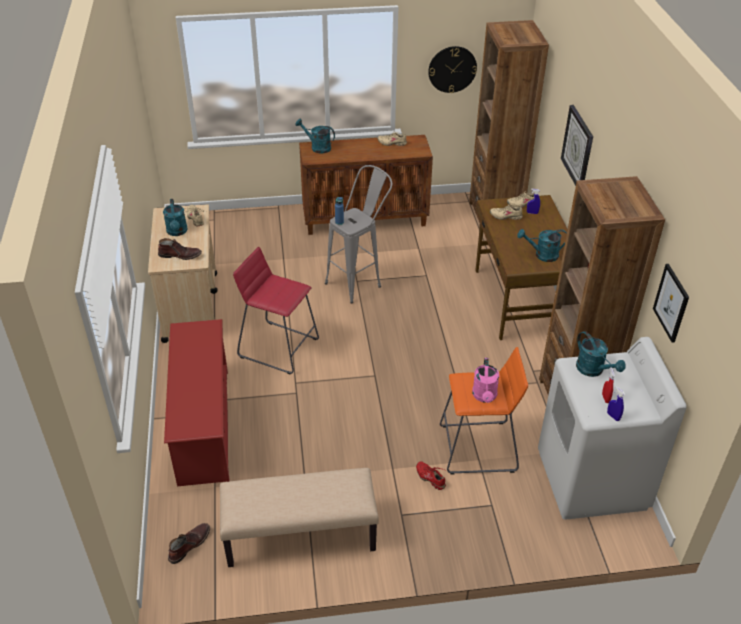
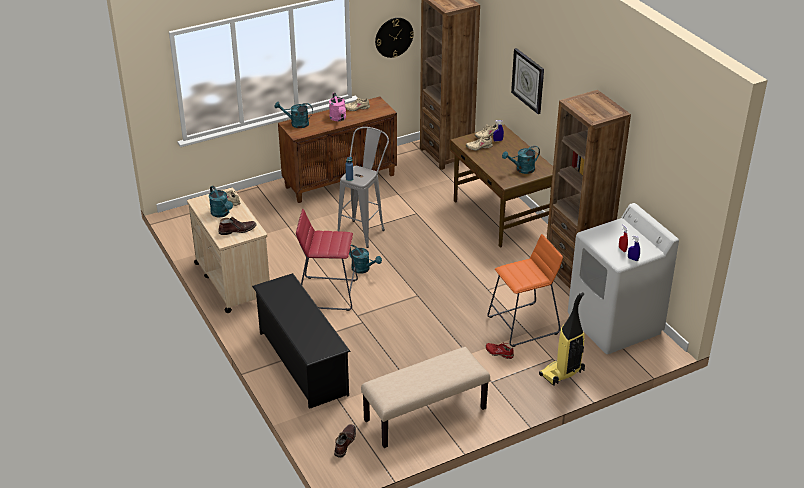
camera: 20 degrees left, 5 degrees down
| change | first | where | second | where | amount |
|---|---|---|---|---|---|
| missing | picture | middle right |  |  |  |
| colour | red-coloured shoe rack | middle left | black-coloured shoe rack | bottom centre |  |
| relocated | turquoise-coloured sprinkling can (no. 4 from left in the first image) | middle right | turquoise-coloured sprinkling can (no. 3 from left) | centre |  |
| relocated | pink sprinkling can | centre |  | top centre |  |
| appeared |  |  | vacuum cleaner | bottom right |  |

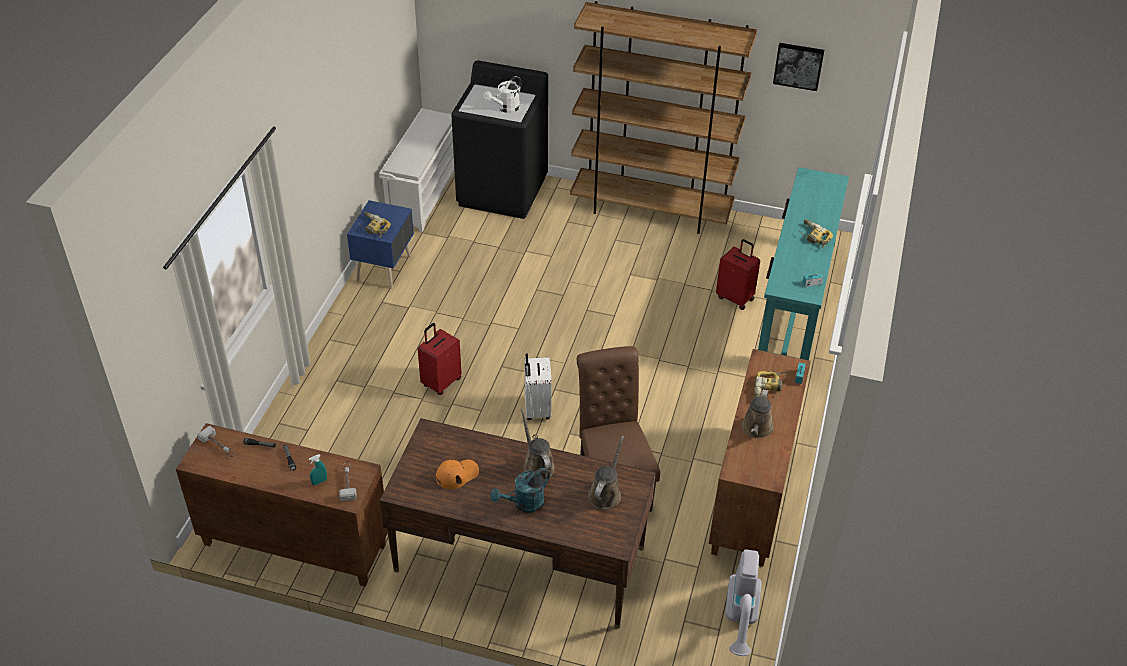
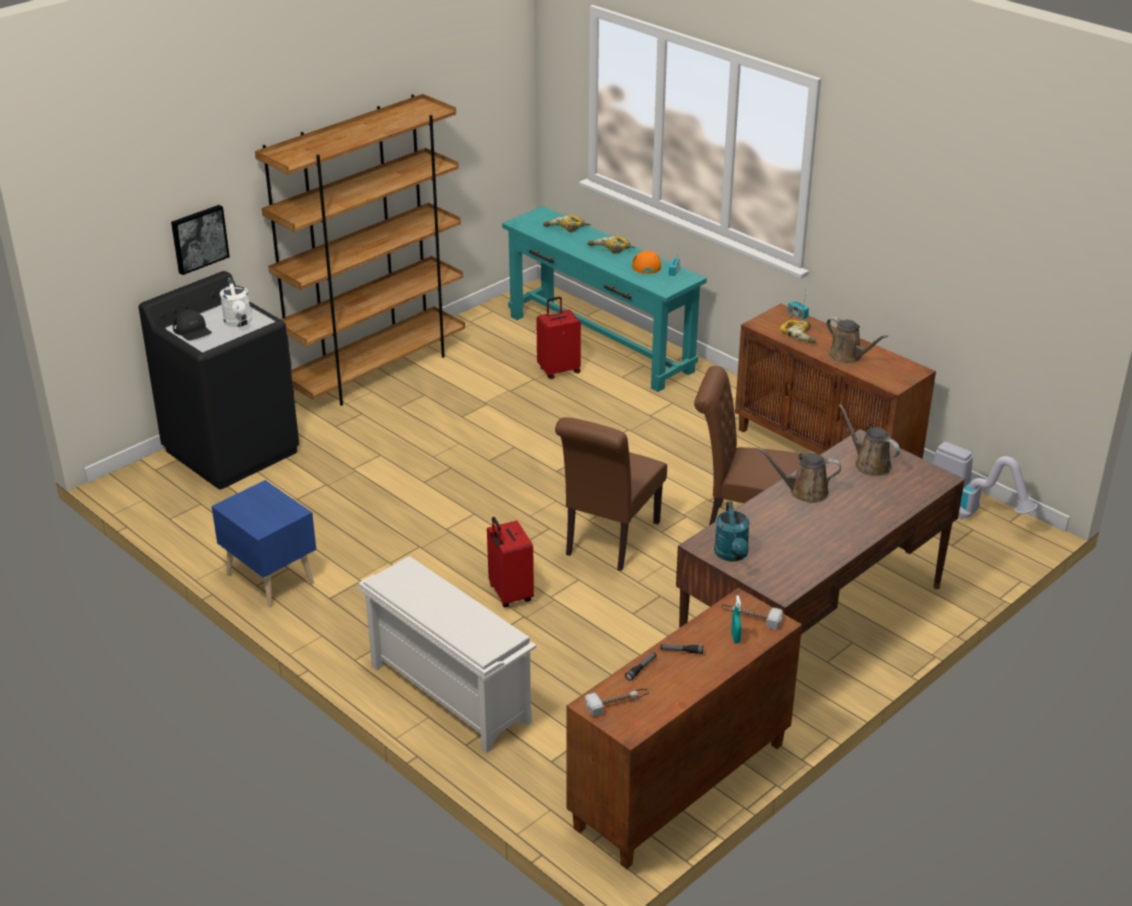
camera: 60 degrees left, 10 degrees down
| change | first | where | second | where | amount |
|---|---|---|---|---|---|
| relocated | picture | top right |  | top left |  |
| relocated | white-coloured shoe rack | top centre |  | bottom centre |  |
| relocated | electric drill (no. 1 from left) | middle left |  | top centre |  |
| exchanged | white-coloured piece of luggage | centre | brownish upright chair (no. 1 from left) | centre |  |
| relocated | orange baseball cap | bottom centre |  | top centre |  |
| relocated | turquoise-coloured sprinkling can | bottom centre |  | centre |  |
| appeared |  |  | black-coloured baseball cap | middle left |  |

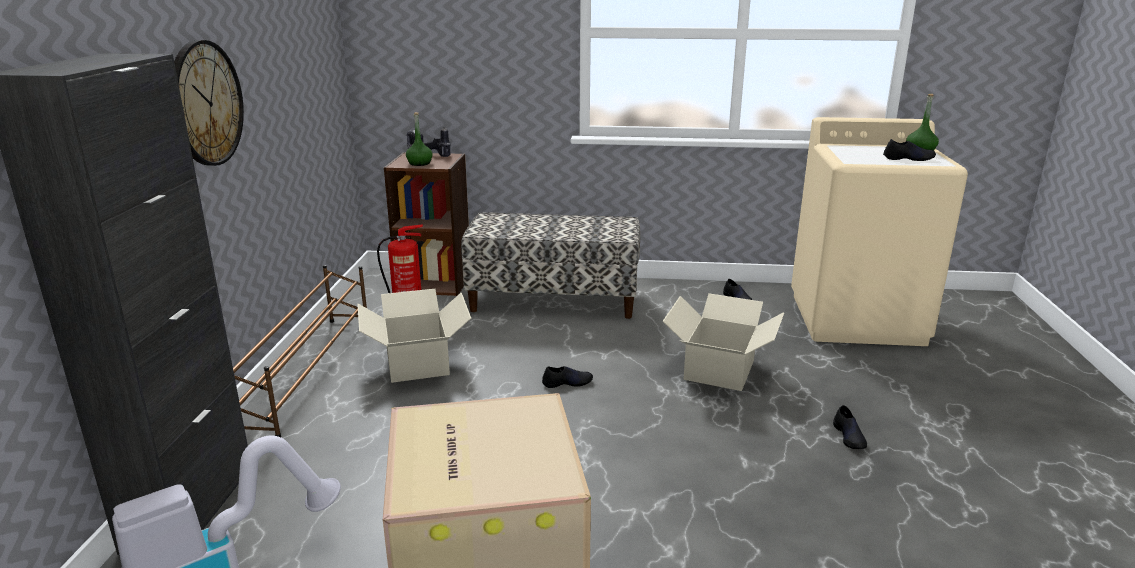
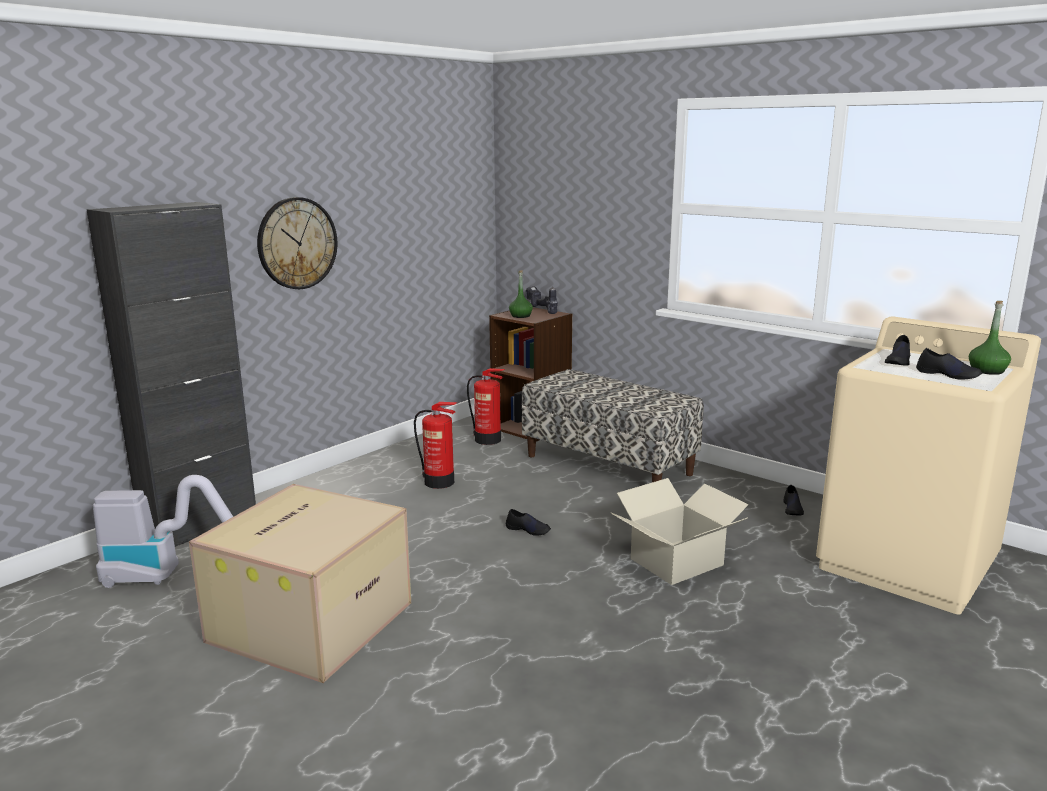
camera: 35 degrees right, 5 degrees down
| change | first | where | second | where | amount |
|---|---|---|---|---|---|
| missing | brownish shoe rack | middle left |  |  |  |
| exchanged | packing box (no. 1 from left) | centre | fire-fighting cylinder (no. 1 from left) | centre |  |
| relocated | black-coloured item of footwear (no. 3 from left) | bottom right |  | middle right |  |

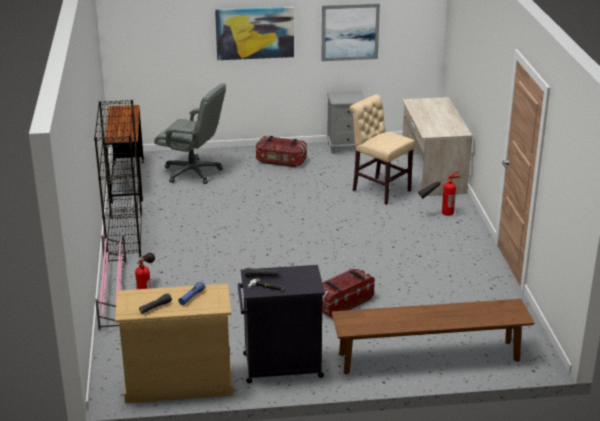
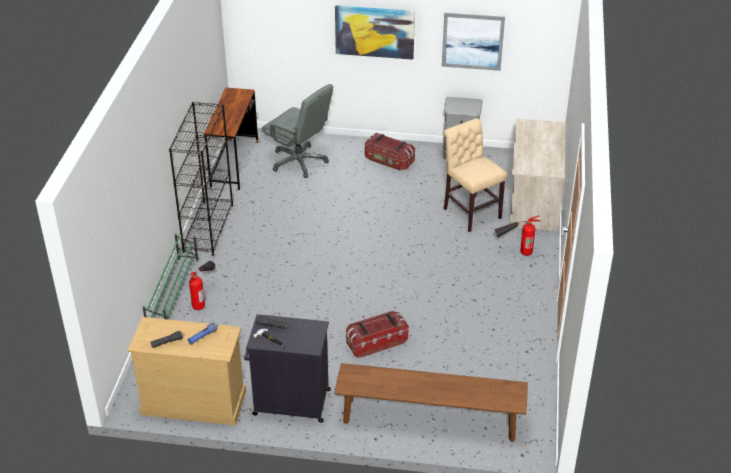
camera: 15 degrees right, 10 degrees up
| change | first | where | second | where | amount |
|---|---|---|---|---|---|
| colour | pink shoe rack | bottom left | greenish shoe rack | middle left |  |

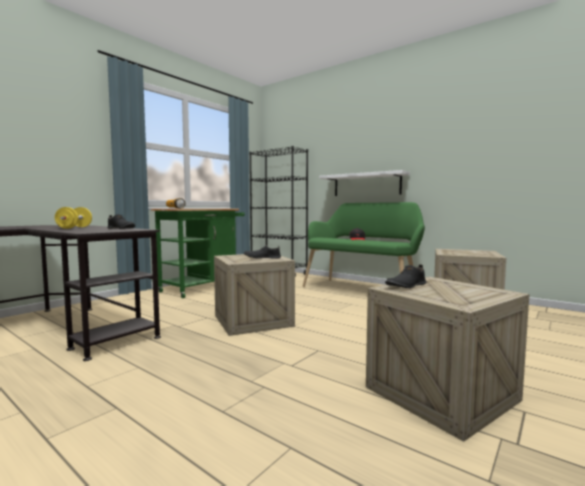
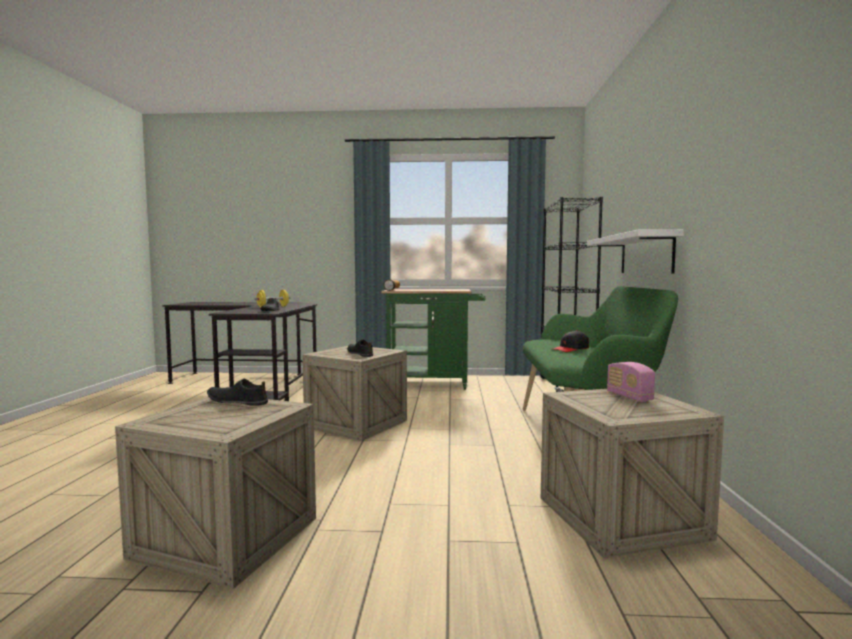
camera: 55 degrees right, 0 degrees up
| change | first | where | second | where | amount |
|---|---|---|---|---|---|
| appeared |  |  | radio set | middle right |  |

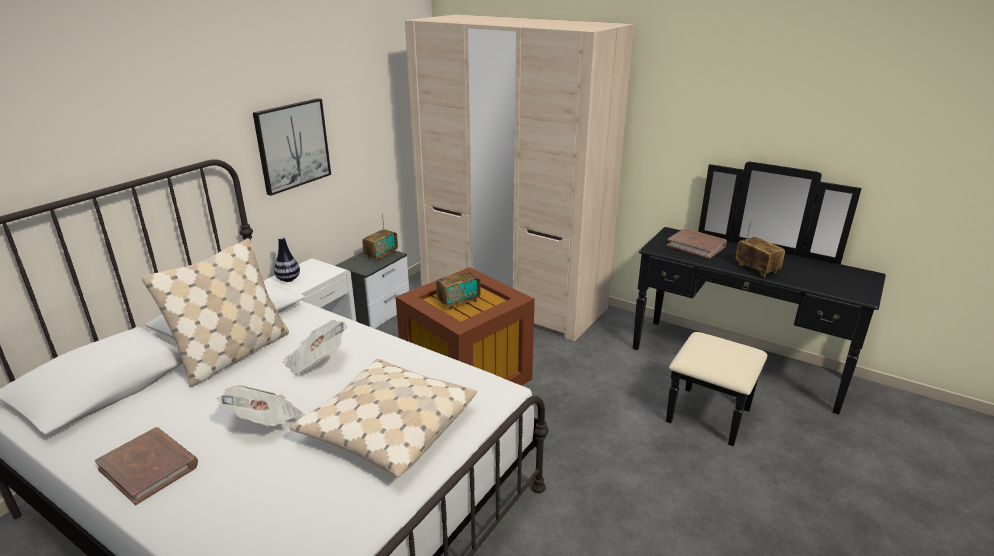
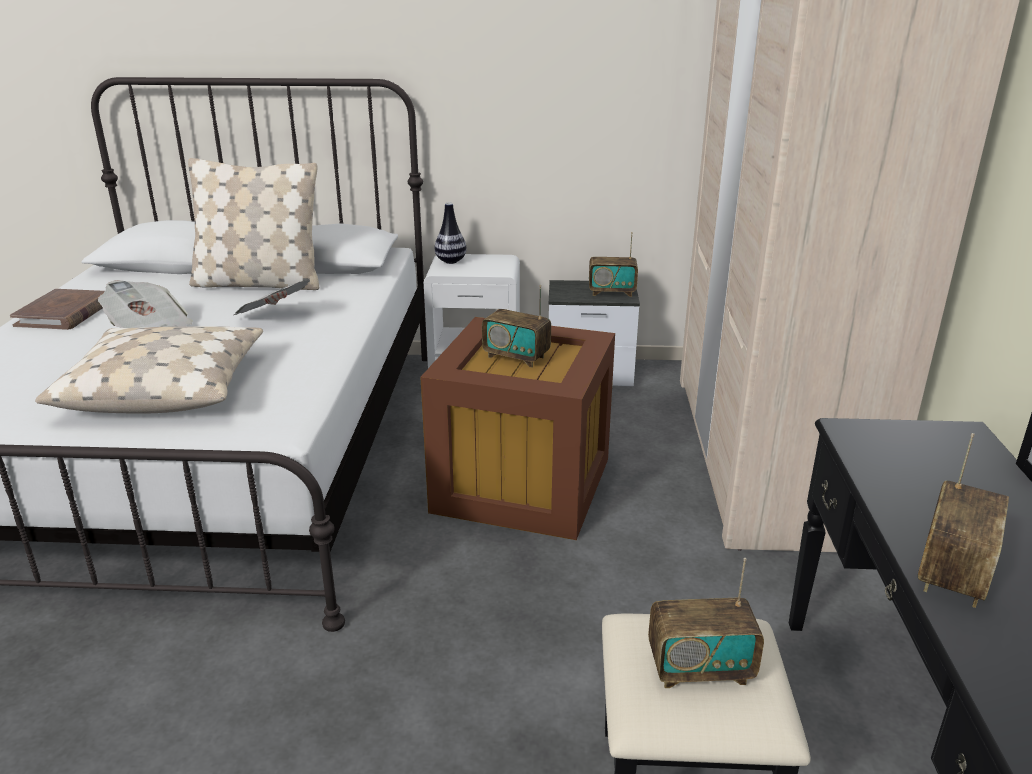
camera: 60 degrees right, 0 degrees up
| change | first | where | second | where | amount |
|---|---|---|---|---|---|
| missing | picture | top left |  |  |  |
| missing | brownish volume (no. 2 from left) | middle right |  |  |  |
| appeared |  |  | radio set (no. 3 from left) | bottom right |  |

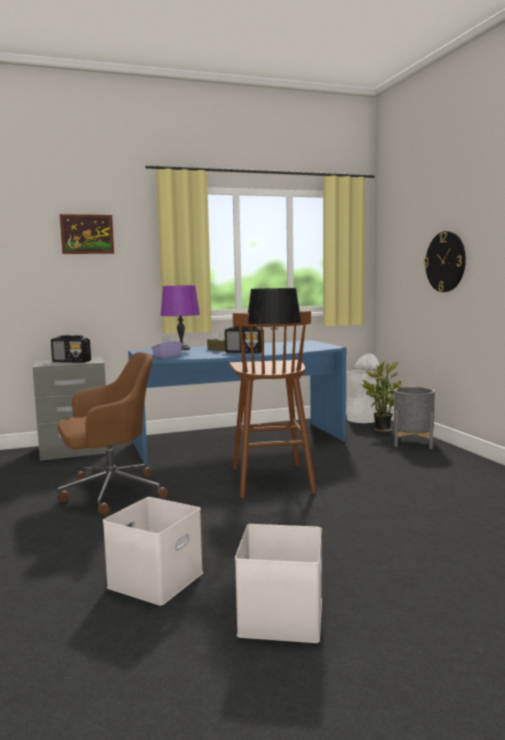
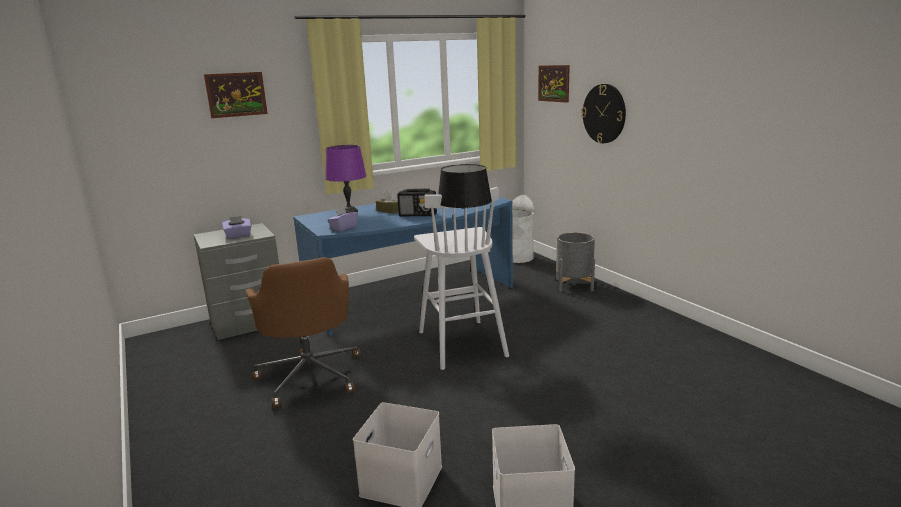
camera: 10 degrees left, 10 degrees up
| change | first | where | second | where | amount |
|---|---|---|---|---|---|
| colour | brownish sitting stool | centre | white-coloured sitting stool | centre |  |
| exchanged | radio set (no. 1 from left) | middle left | purplish box of tissues (no. 1 from left) | middle left |  |
| spun | brownish computer chair | middle left |  | centre | 105 degrees clockwise |
| missing | houseplant | middle right |  |  |  |
| appeared |  |  | picture (no. 2 from left) | top centre |  |

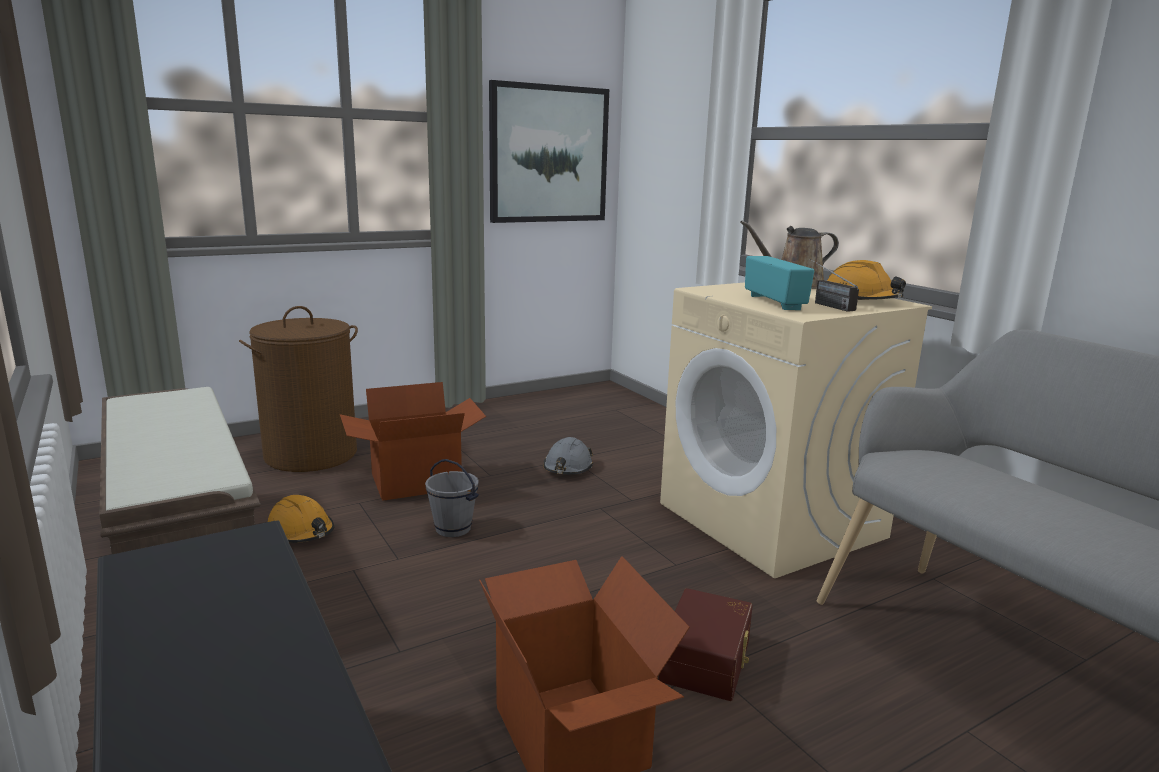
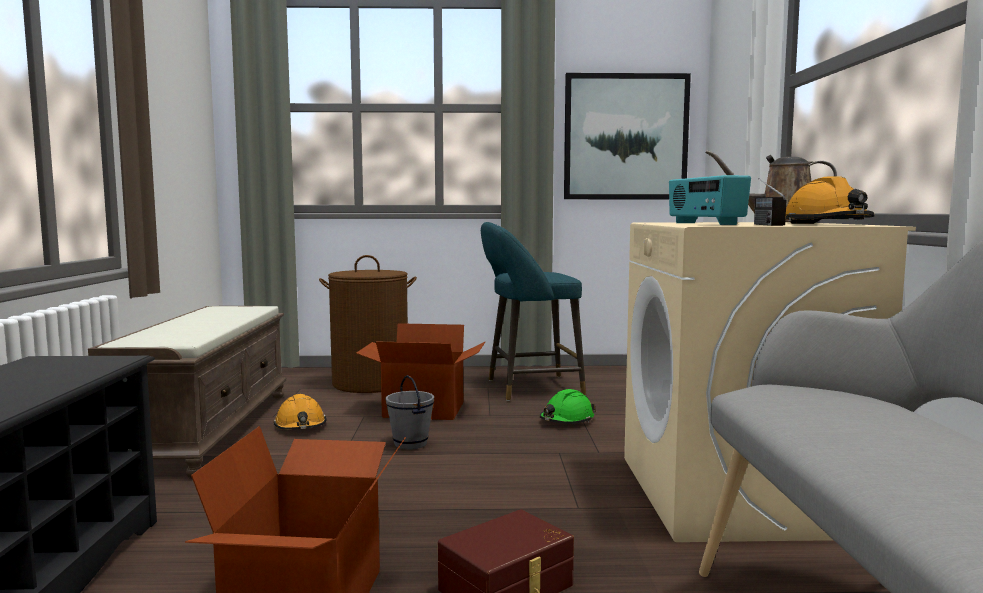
camera: 30 degrees right, 10 degrees down
| change | first | where | second | where | amount |
|---|---|---|---|---|---|
| spun | radio set (no. 1 from left) | middle right |  | middle right | 150 degrees clockwise |
| colour | greyish hard hat | centre | greenish hard hat | bottom centre |  |
| appeared |  |  | turquoise-coloured sitting stool | centre |  |

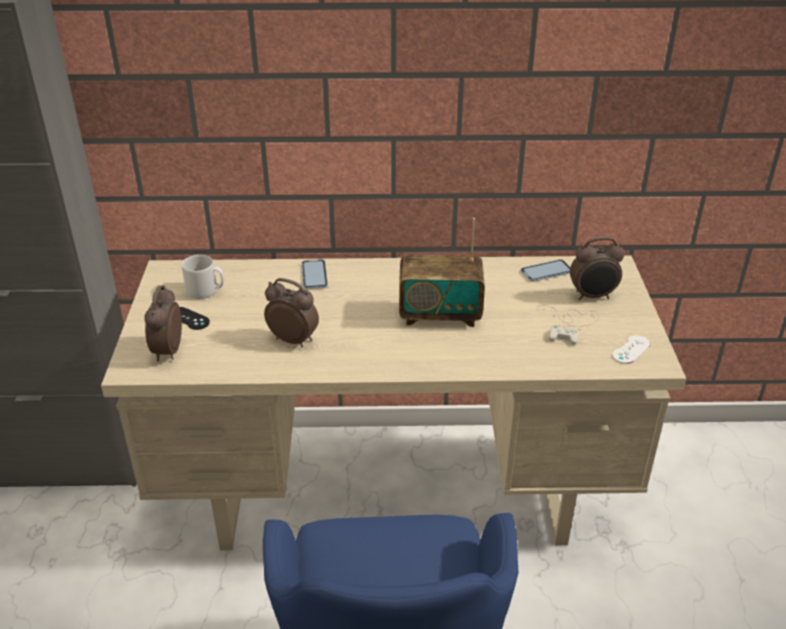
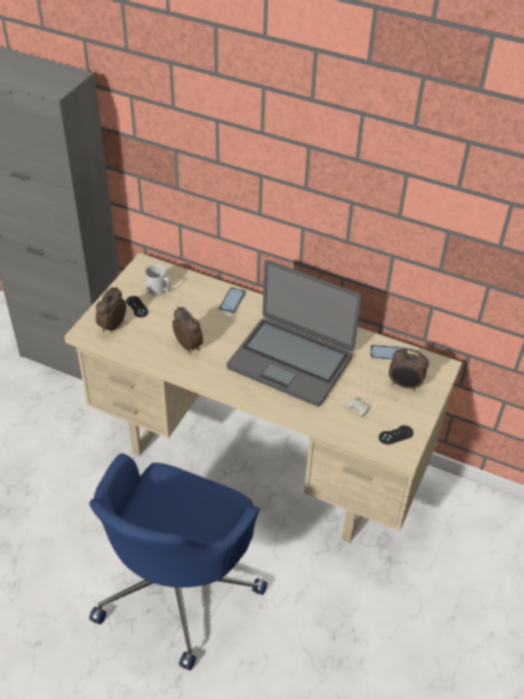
camera: 25 degrees right, 10 degrees up
| change | first | where | second | where | amount |
|---|---|---|---|---|---|
| exchanged | radio set | centre | laptop | centre |  |
| colour | white-coloured gamepad (no. 2 from left) | middle right | black-coloured gamepad (no. 2 from left) | middle right |  |

